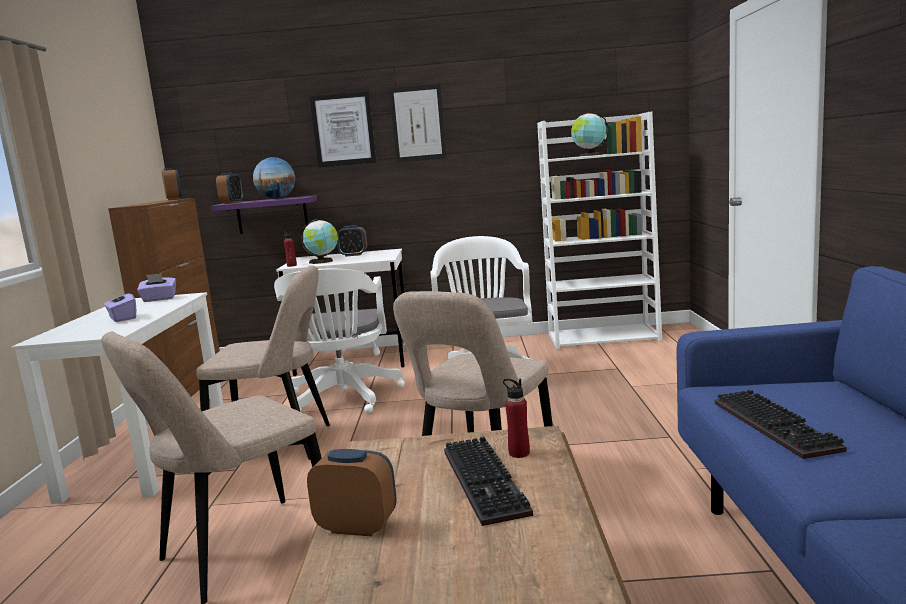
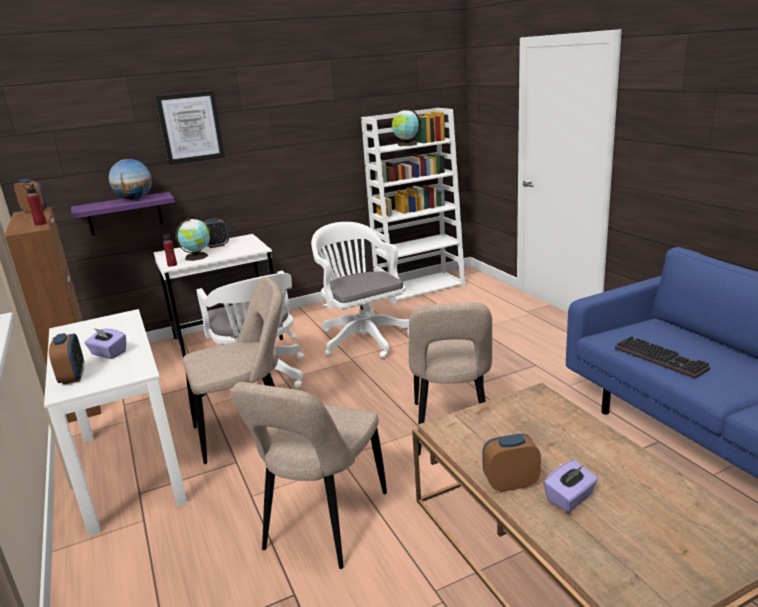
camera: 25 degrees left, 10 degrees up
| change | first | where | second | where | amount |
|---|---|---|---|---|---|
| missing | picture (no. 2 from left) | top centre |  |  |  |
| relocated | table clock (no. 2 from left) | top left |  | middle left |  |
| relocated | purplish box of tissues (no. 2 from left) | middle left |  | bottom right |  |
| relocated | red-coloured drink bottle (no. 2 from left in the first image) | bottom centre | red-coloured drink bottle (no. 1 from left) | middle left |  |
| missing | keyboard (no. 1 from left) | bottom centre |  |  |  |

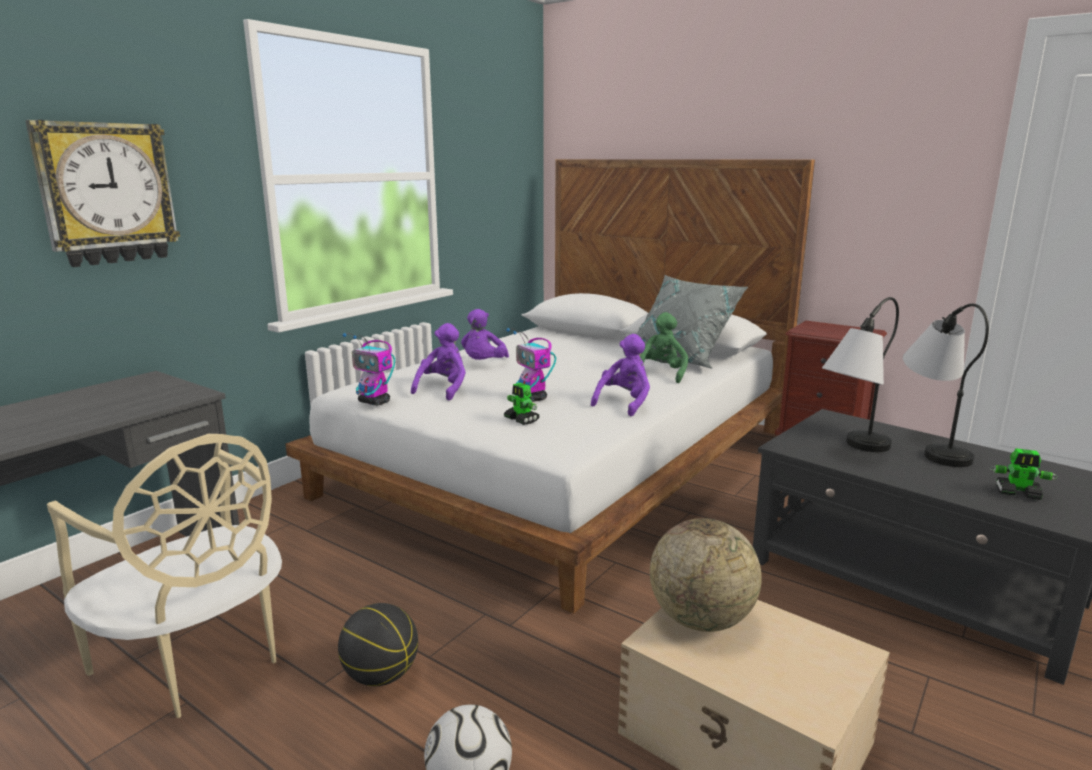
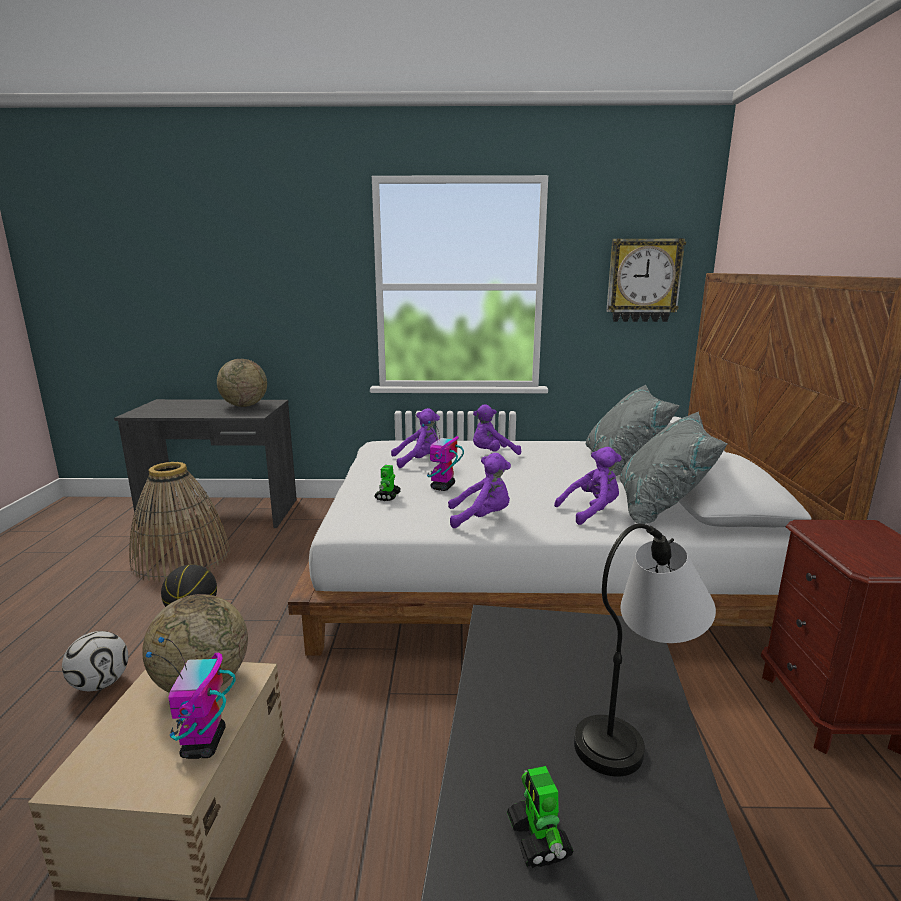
camera: 55 degrees right, 0 degrees up
| change | first | where | second | where | amount |
|---|---|---|---|---|---|
| relocated | hanging clock | top left |  | top right |  |
| missing | lamp for a table (no. 1 from left) | middle right |  |  |  |
| colour | greenish plush toy | centre | purplish plush toy (no. 4 from left) | centre |  |
| relocated | toy robot (no. 1 from left) | centre |  | bottom left |  |
| exchanged | beige upright chair | bottom left | storage basket | middle left |  |
| appeared |  |  | desk globe (no. 2 from left) | middle left |  |
| appeared |  |  | greyish pillow (no. 1 from left) | middle right |  |

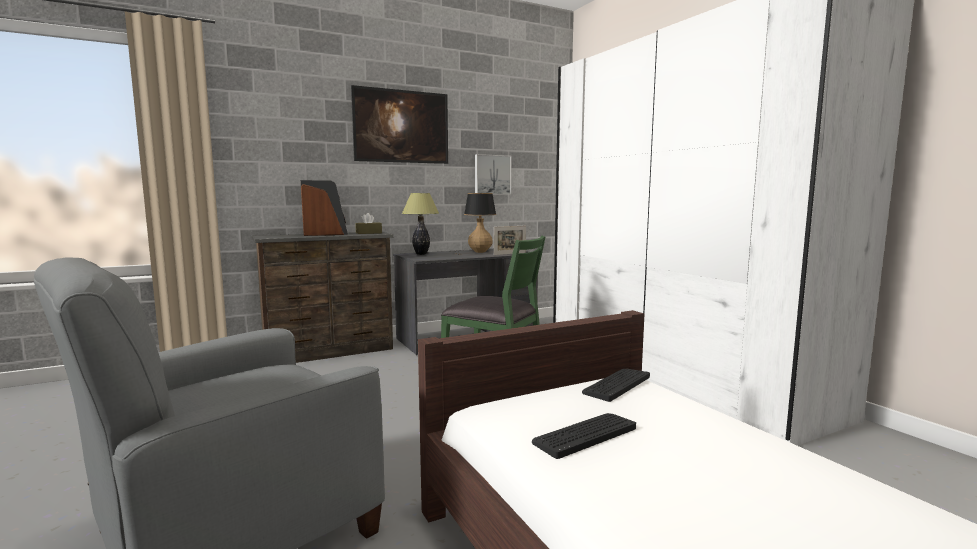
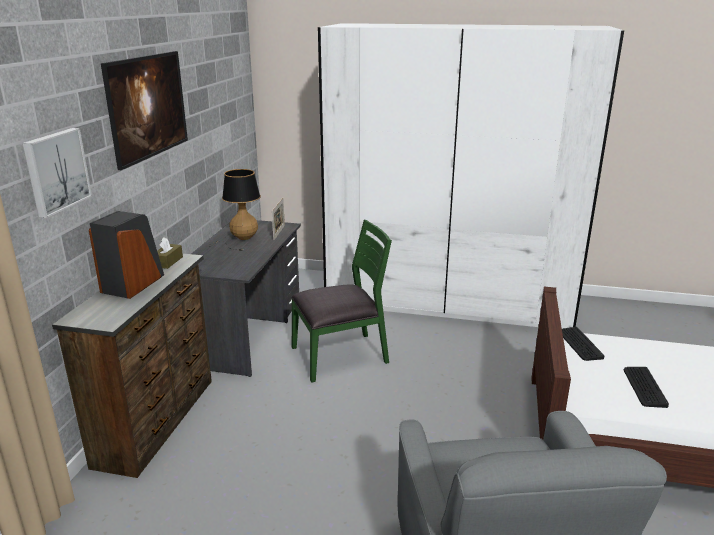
camera: 50 degrees left, 15 degrees up
| change | first | where | second | where | amount |
|---|---|---|---|---|---|
| relocated | picture (no. 2 from left in the first image) | top centre | picture (no. 1 from left) | top left |  |
| missing | lamp for a table (no. 1 from left) | centre |  |  |  |

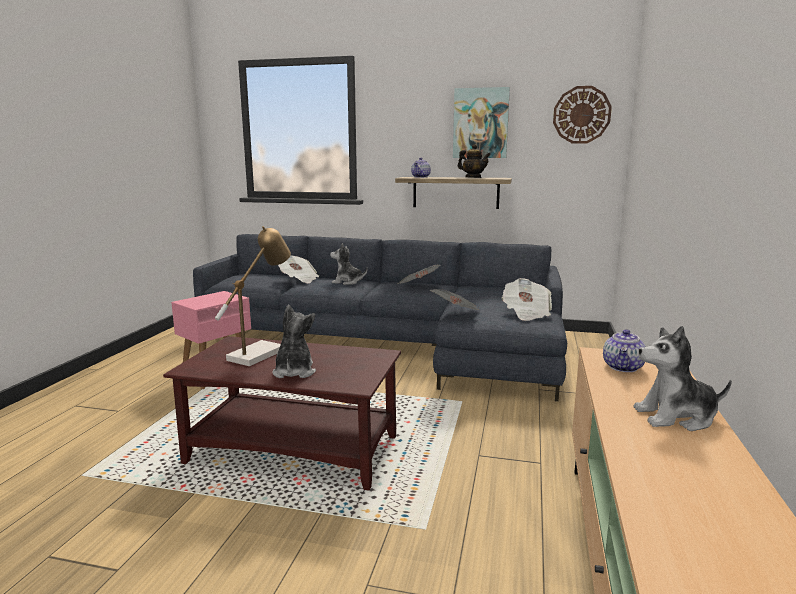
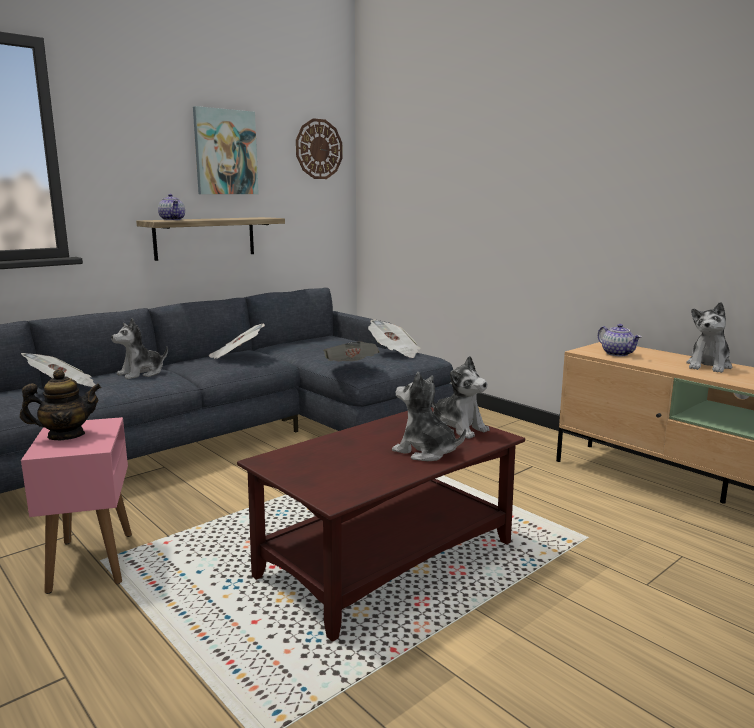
camera: 55 degrees left, 0 degrees up
| change | first | where | second | where | amount |
|---|---|---|---|---|---|
| relocated | teapot (no. 2 from left in the first image) | top centre | teapot (no. 1 from left) | middle left |  |
| missing | lamp for a table | middle left |  |  |  |
| appeared |  |  | plush toy (no. 3 from left) | centre |  |

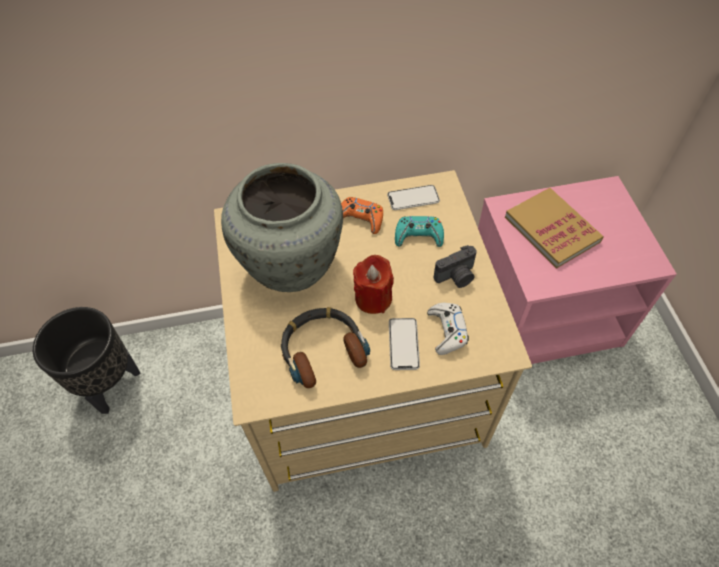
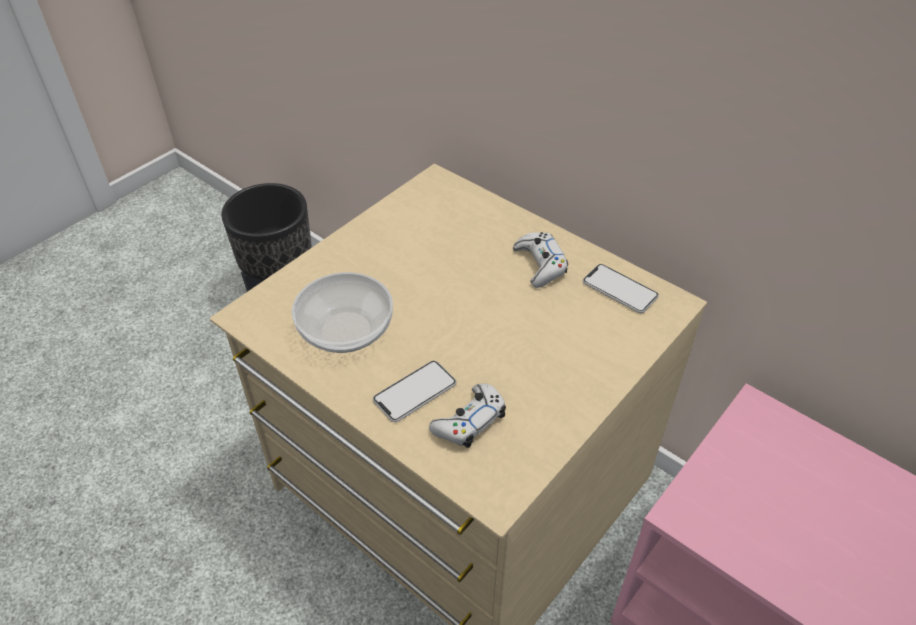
camera: 50 degrees right, 10 degrees down
| change | first | where | second | where | amount |
|---|---|---|---|---|---|
| missing | greyish vase | centre |  |  |  |
| missing | volume | middle right |  |  |  |
| colour | orange gamepad | centre | white-coloured gamepad (no. 2 from left) | centre |  |
| missing | turquoise-coloured gamepad | centre |  |  |  |
| missing | photo camera | centre |  |  |  |
| missing | red-coloured wax light | centre |  |  |  |
| exchanged | headset | centre | bowl | centre |  |

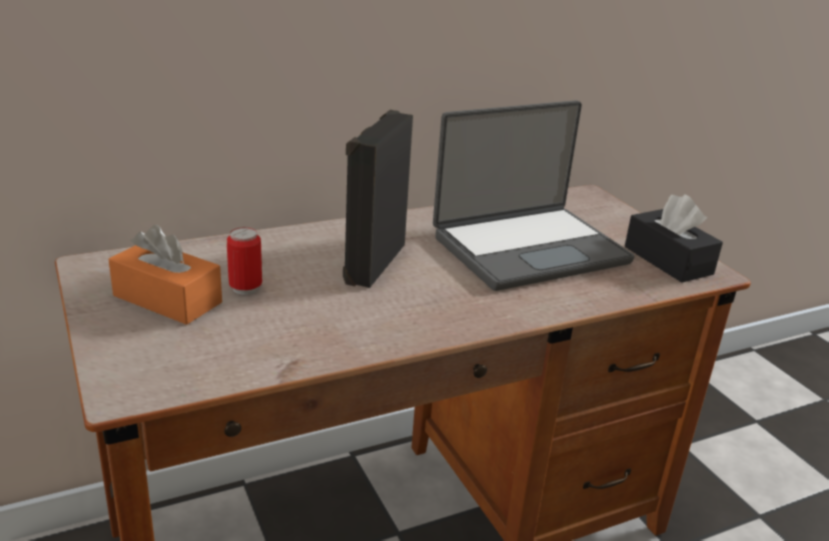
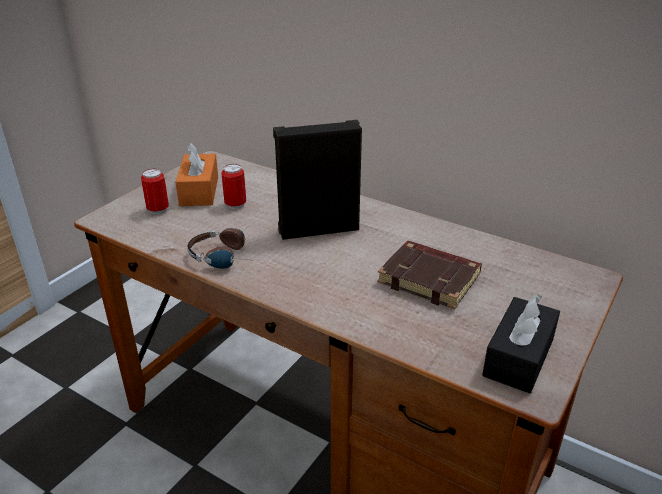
camera: 60 degrees right, 5 degrees up
| change | first | where | second | where | amount |
|---|---|---|---|---|---|
| exchanged | laptop | centre | brownish volume | centre |  |
| appeared |  |  | sealed can (no. 1 from left) | middle left |  |
| appeared |  |  | headset | centre |  |

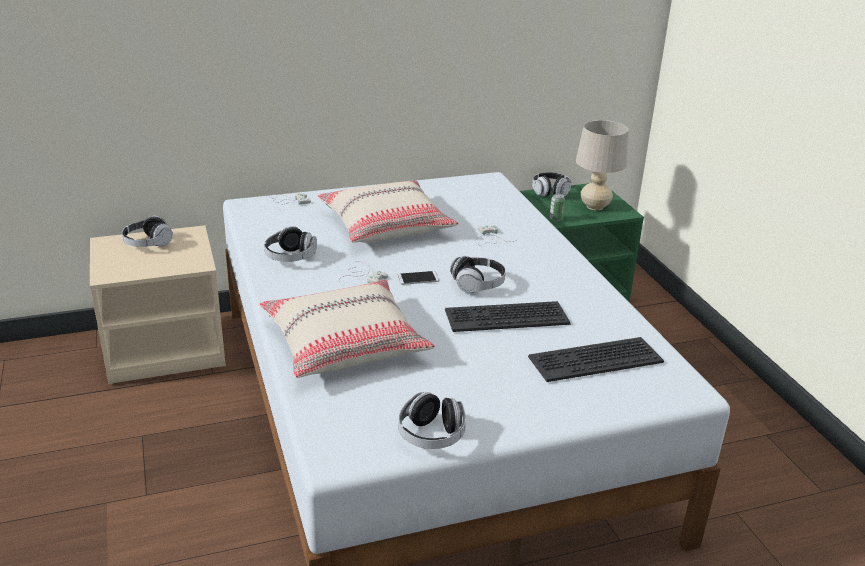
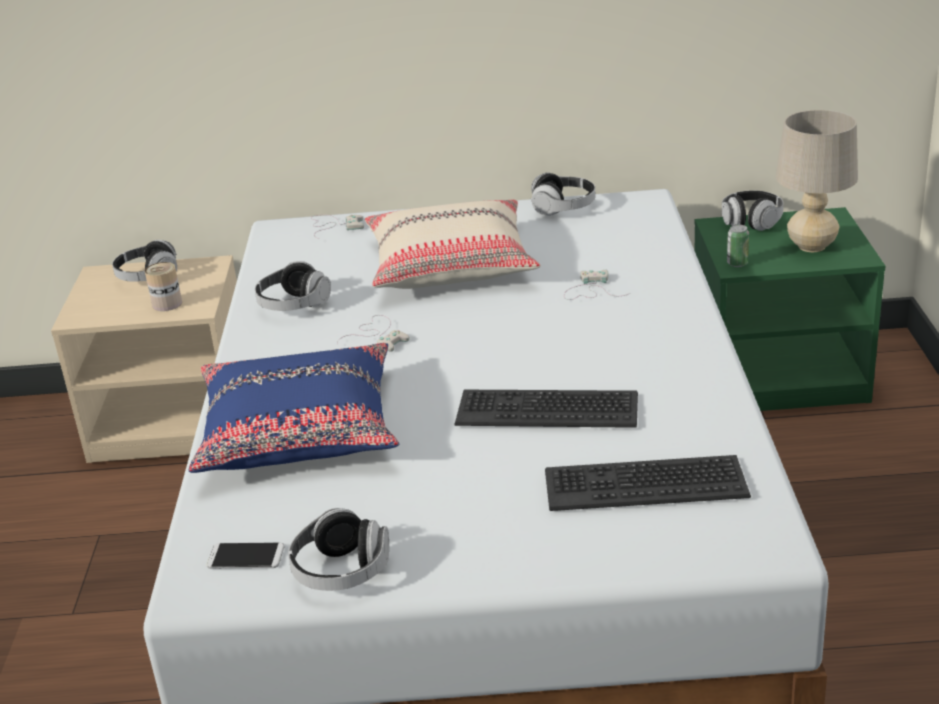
camera: 20 degrees right, 0 degrees up
| change | first | where | second | where | amount |
|---|---|---|---|---|---|
| relocated | headset (no. 4 from left) | centre |  | top centre |  |
| relocated | telephone | centre |  | bottom left |  |
| colour | beige pillow (no. 1 from left) | centre | blue-coloured pillow | middle left |  |
| appeared |  |  | sealed can (no. 1 from left) | middle left |  |

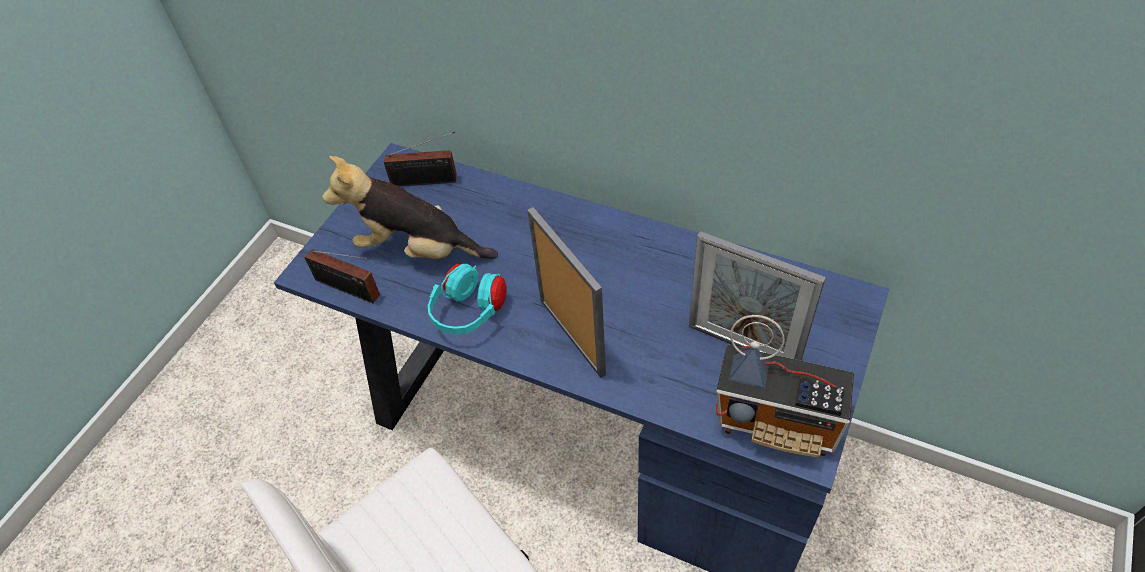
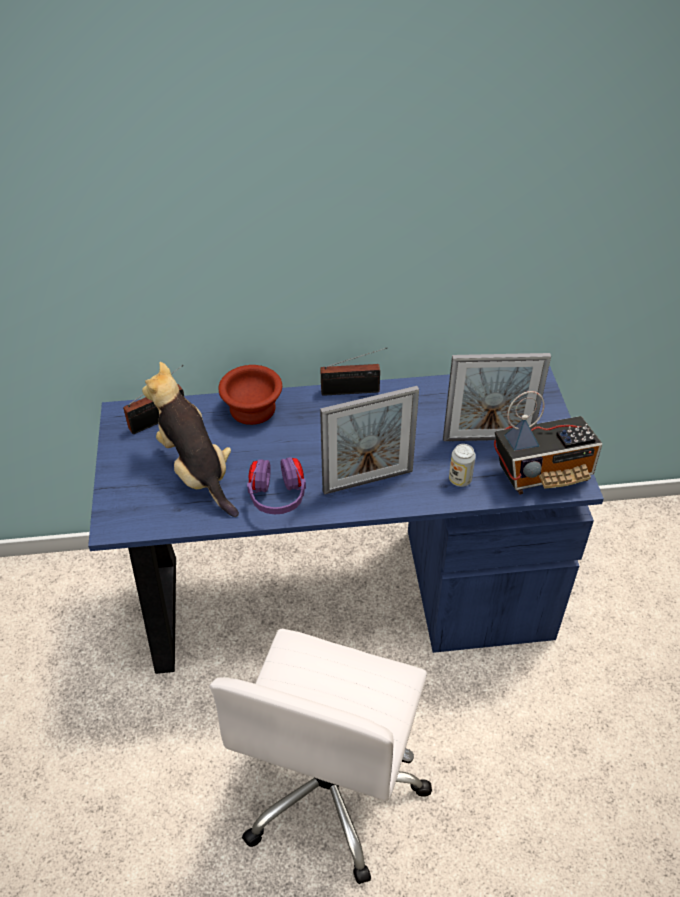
camera: 35 degrees left, 5 degrees down
| change | first | where | second | where | amount |
|---|---|---|---|---|---|
| spun | plush toy | centre |  | middle left | 75 degrees clockwise |
| spun | picture frame (no. 1 from left) | centre |  | centre | 135 degrees clockwise |
| relocated | radio set (no. 1 from left in the first image) | middle left | radio set (no. 2 from left) | centre |  |
| colour | turquoise-coloured headset | centre | purplish headset | centre |  |
| appeared |  |  | brownish bowl | centre |  |
| appeared |  |  | sealed can | middle right |  |

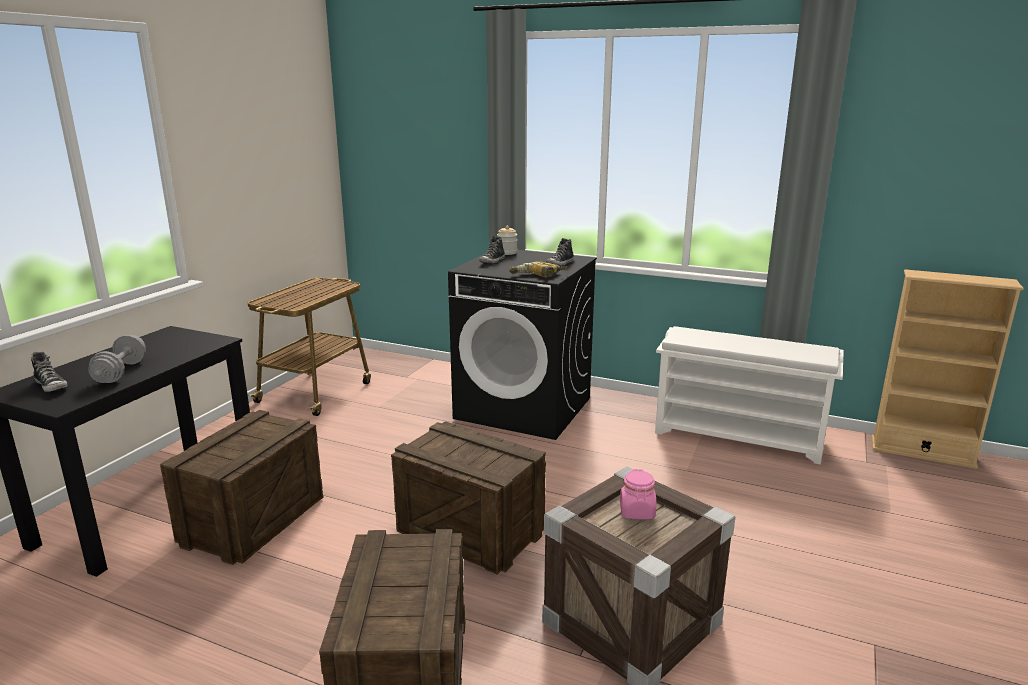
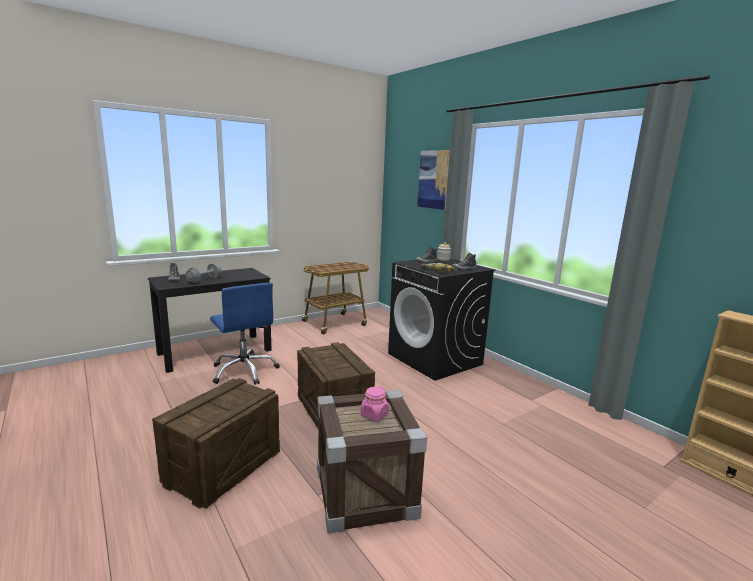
camera: 30 degrees right, 5 degrees down
| change | first | where | second | where | amount |
|---|---|---|---|---|---|
| missing | white-coloured shoe rack | middle right |  |  |  |
| exchanged | packing crate (no. 1 from left) | bottom left | blue-coloured computer chair | middle left |  |
| appeared |  |  | picture | top centre |  |

